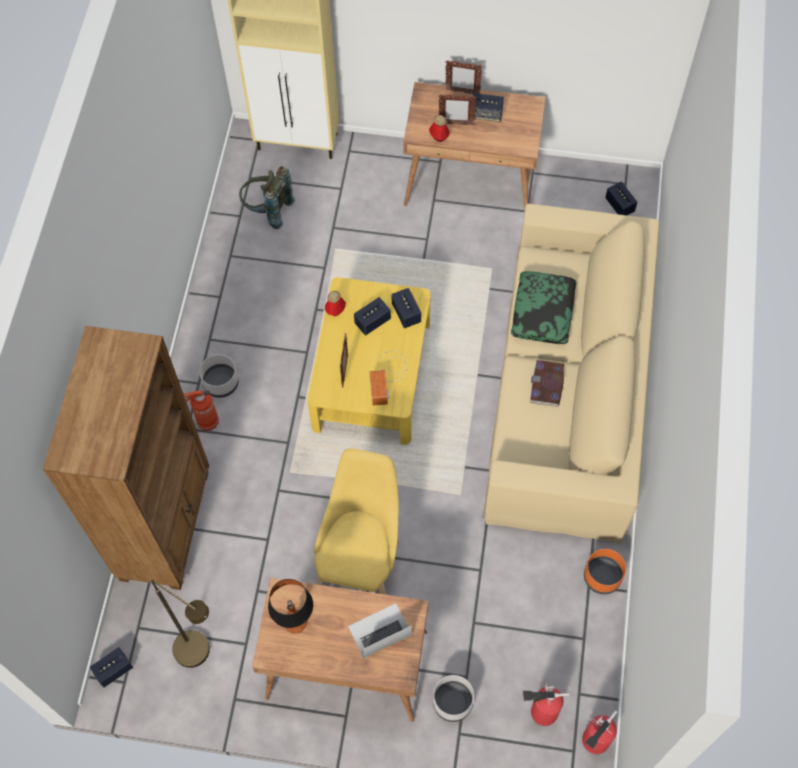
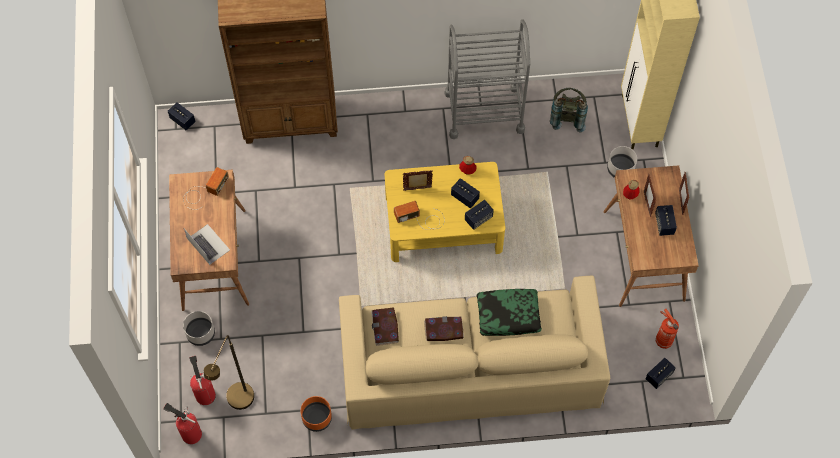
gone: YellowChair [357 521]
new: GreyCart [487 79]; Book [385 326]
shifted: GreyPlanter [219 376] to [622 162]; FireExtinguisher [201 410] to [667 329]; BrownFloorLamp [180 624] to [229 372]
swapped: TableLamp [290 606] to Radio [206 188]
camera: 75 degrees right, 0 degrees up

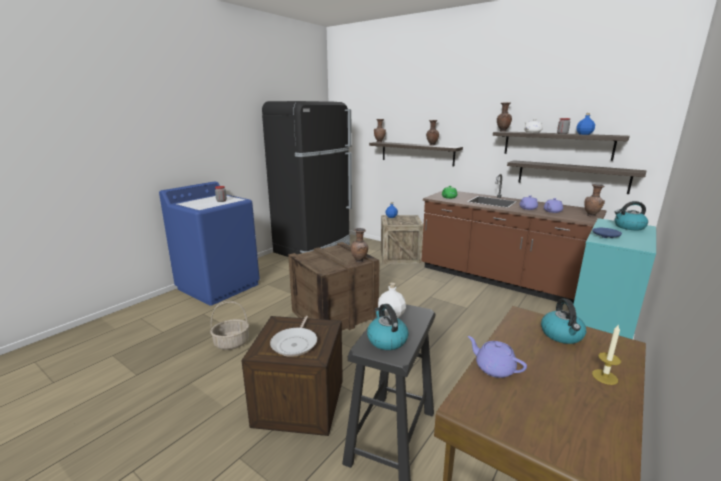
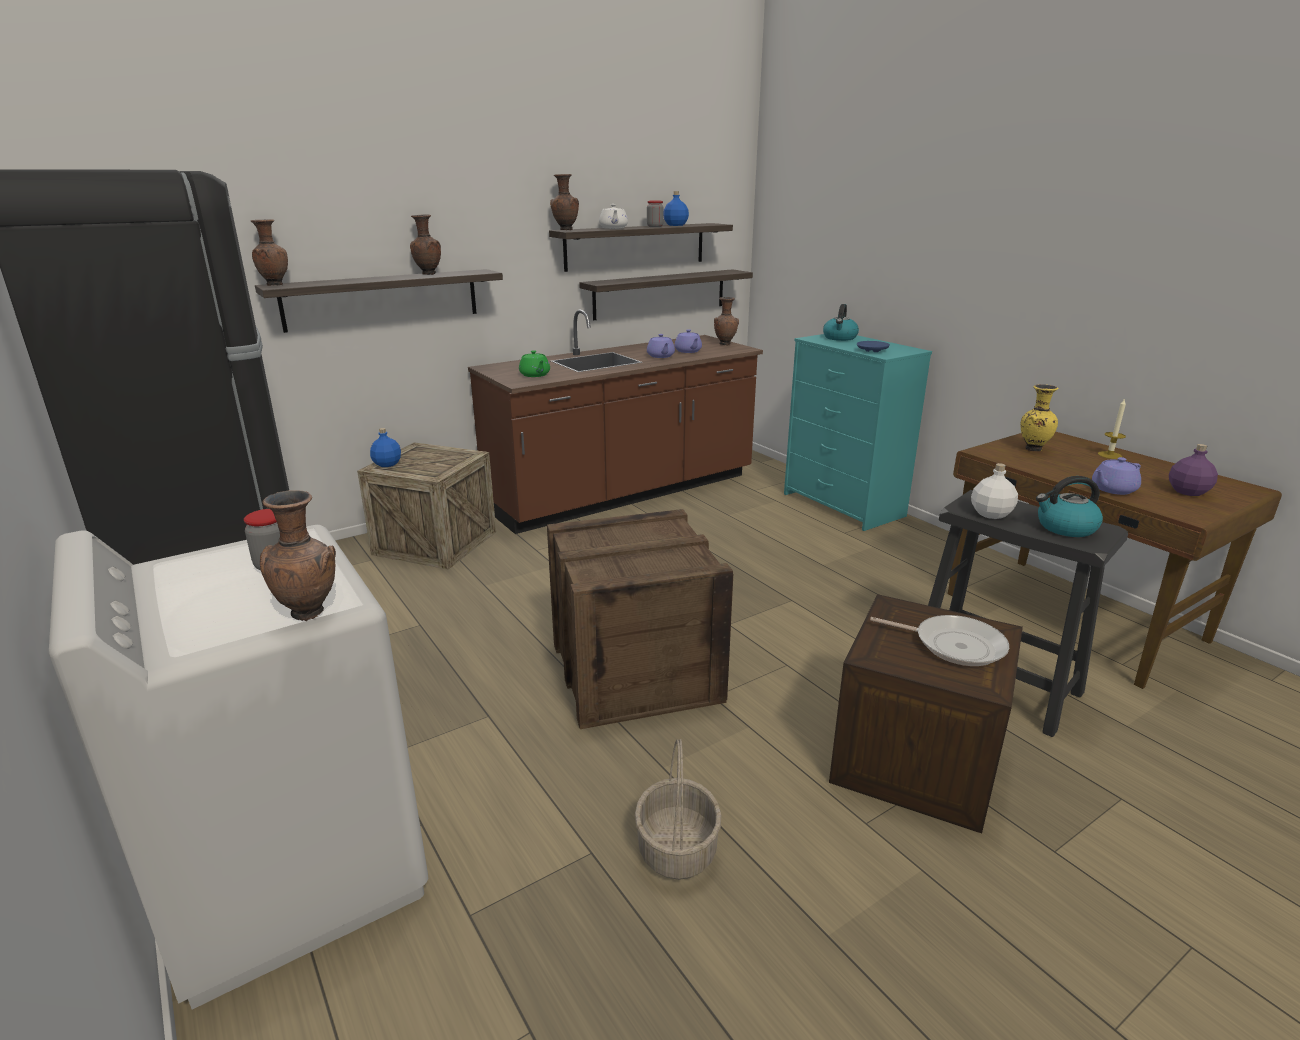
new: PurpleBottle [1193 470]
shifted: BrownVase [359 245] to [298 555]
swapped: Kettle [563 321] to YellowVase [1040 417]
repainted: BlueWashingMachine [209 244] to WhiteWashingMachine [238 767]
camera: 70 degrees left, 5 degrees up

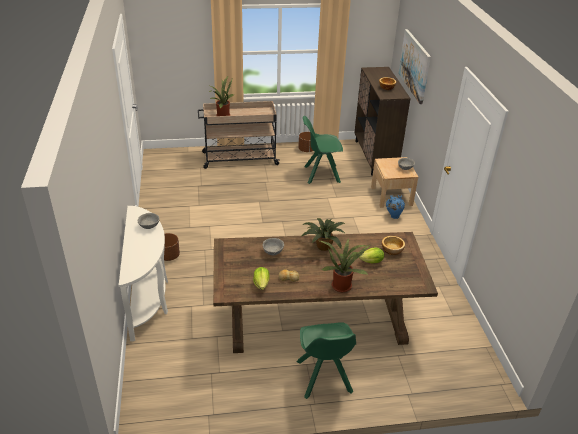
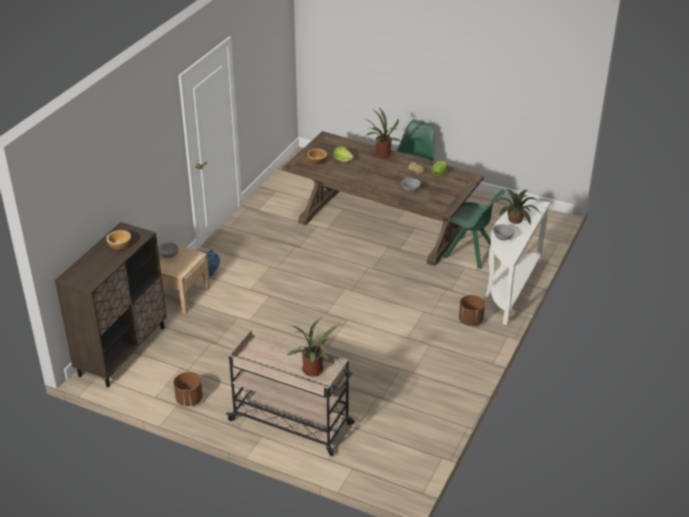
gone: Picture [415 66]
shifted: GreenChair [323 150] to [474 229]; PottedPlant [323 234] to [518 207]
camera: 145 degrees left, 0 degrees up

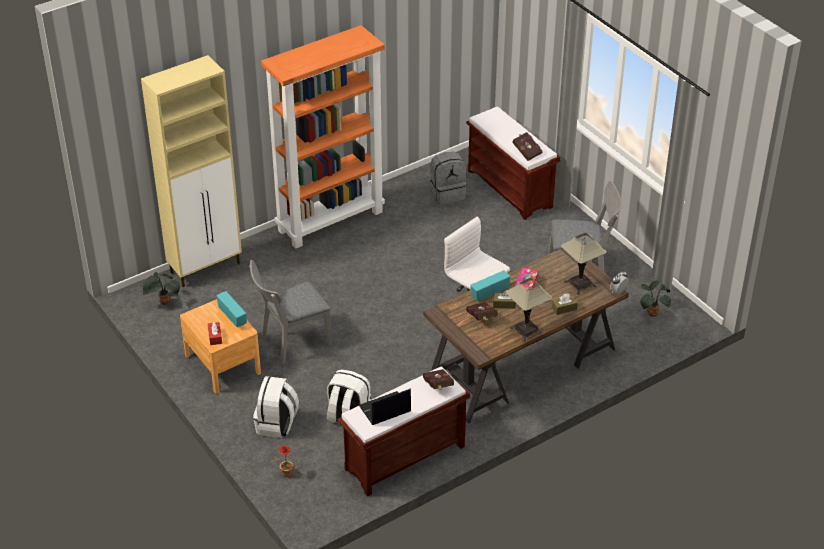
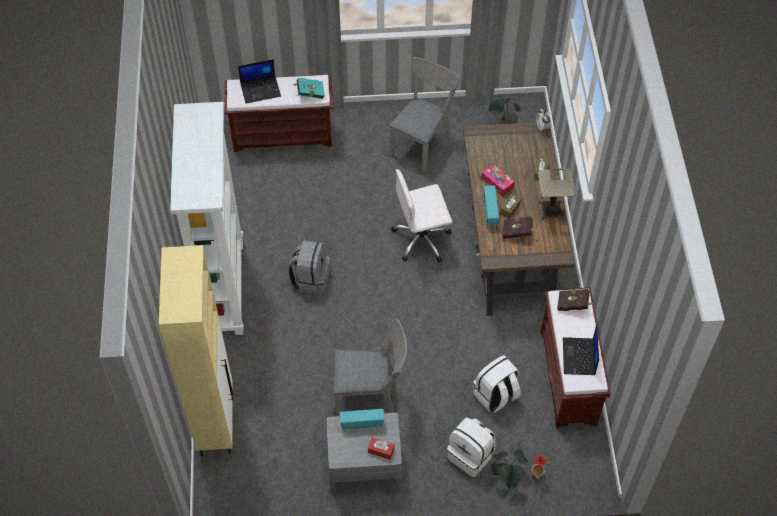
gone: TableLamp [584 264]
new: Laptop [259 81]
shifted: GreyBackpack [448 178] to [309 267]; PottedPlant [161 288] to [509 469]
repainted: OrangeBookcase [323 137] to WhiteBookcase [207 218]; RedBook [527 146] to TurquoiseBook [308 88]; BrownNightstand [220 346] to GreyNightstand [364 453]
rotated: GreyChair [291 312] = [370 367] 90 degrees counterclockwise
camera: 60 degrees left, 15 degrees up

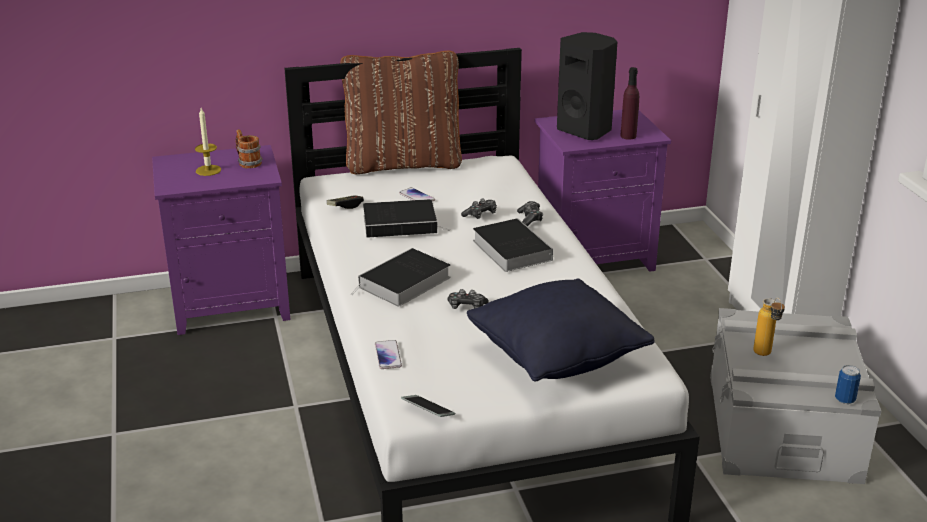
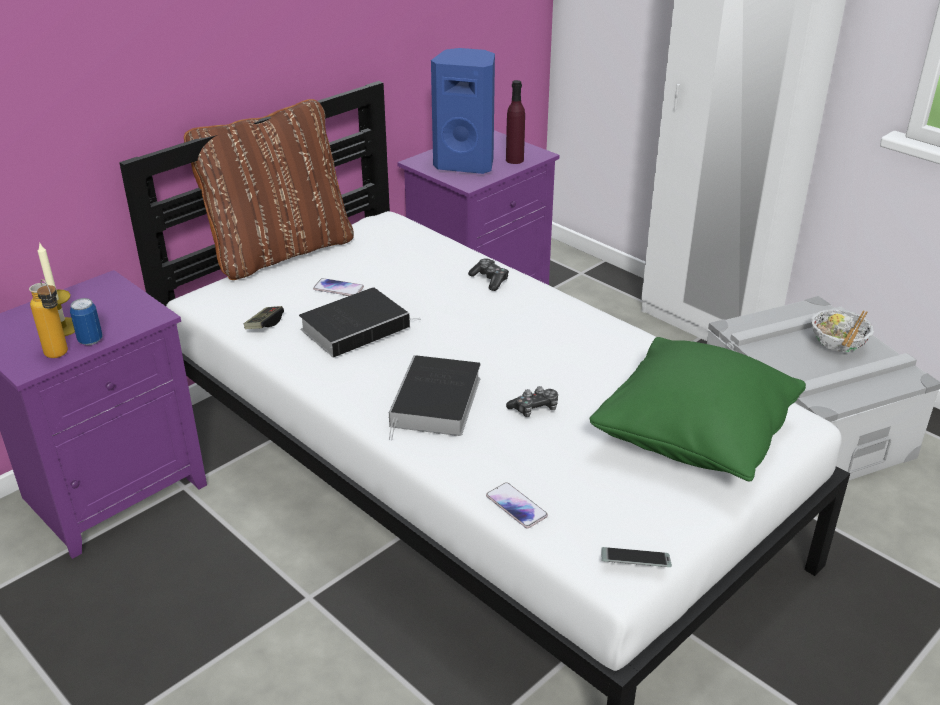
gone: Mug [249 148]; GameController [479 209]; Book [513 245]
new: Bowl [842 330]
shifted: Bottle [769 327] to [48 318]; Can [848 384] to [86 321]
repainted: BlackSpeaker [587 86] to BlueSpeaker [463 111]; BlackPillow [561 330] to GreenPillow [698 409]
camera: 30 degrees left, 5 degrees up

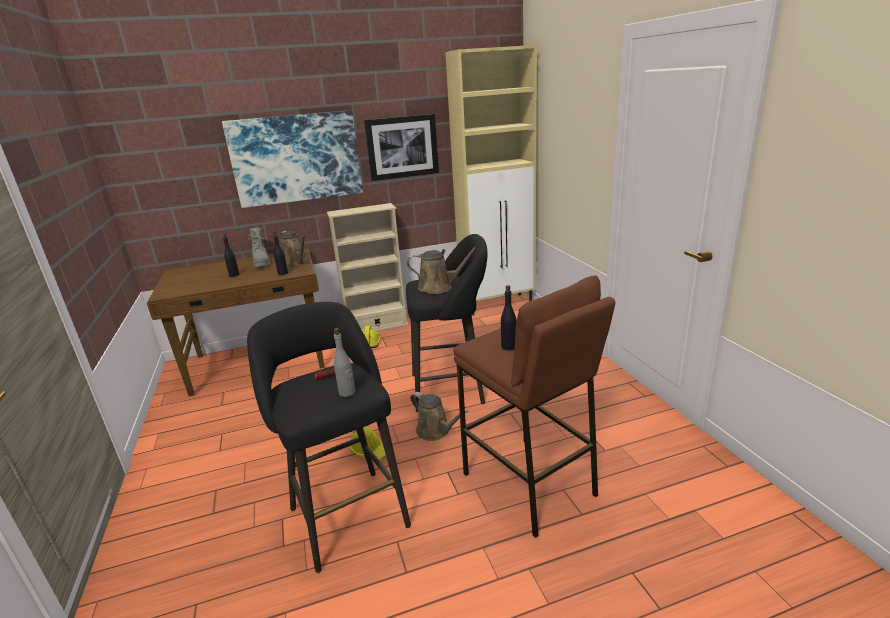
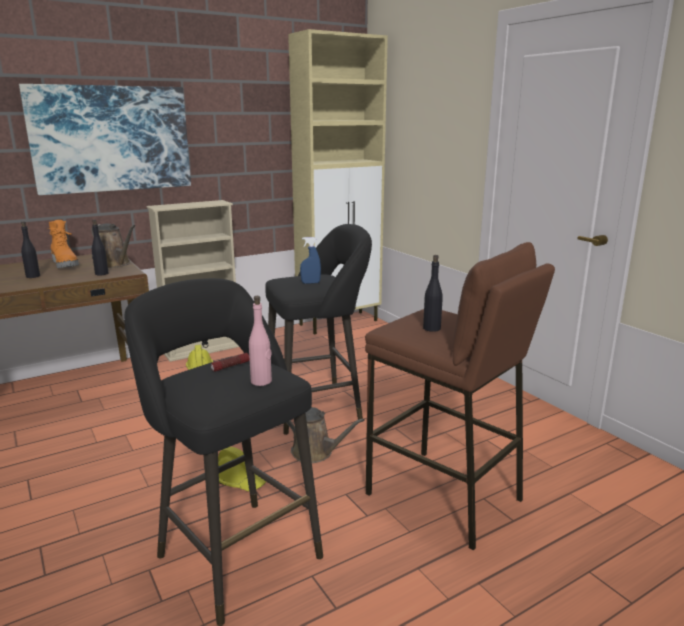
gone: Picture [401 147]
swapped: BrownWateringCan [441 270] to BlueSprayBottle [310 260]
repainted: GreyBoot [260 247] to OrangeBoot [63 244]; GreyBottle [344 362] to PinkBottle [260 341]
camera: 15 degrees left, 5 degrees down

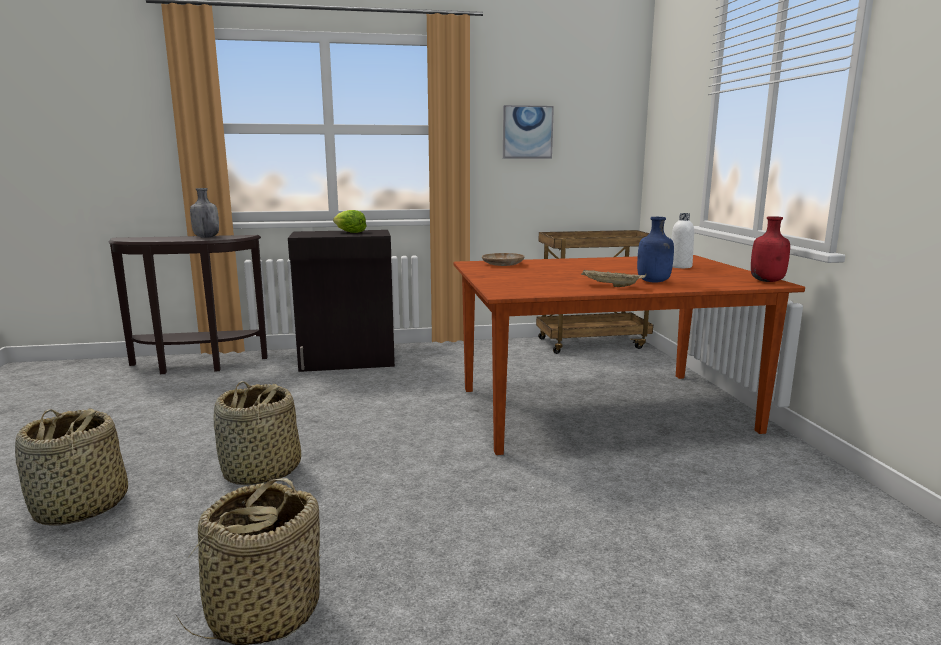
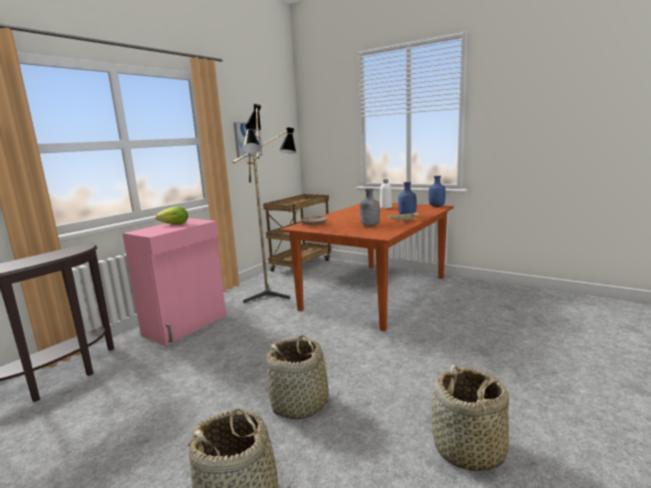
new: FloorLamp [264 203]
shifted: GreyBottle [204 213] to [370 207]
repainted: RedBottle [770 249] to BlueBottle [437 191]; BlackCabinet [341 301] to PinkCabinet [174 281]
camera: 45 degrees left, 0 degrees up

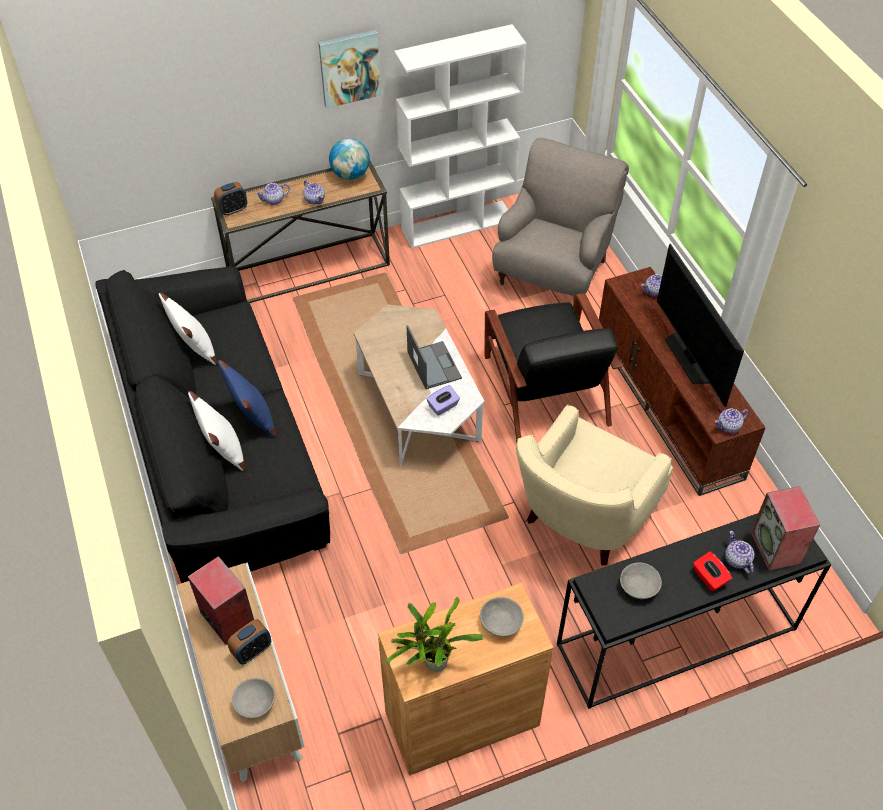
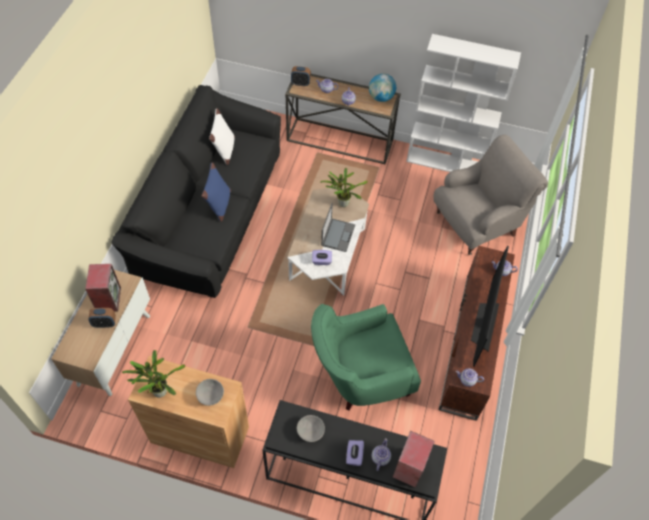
gone: Picture [350 69]; BlackArmchair [553 367]; WhitePillow [217 431]; GreyBowl [253 698]
new: PottedPlant [344 187]
repainted: BeigeArmchair [594 484] to GreenArmchair [366 357]; RedTissueBox [712 571] to PurpleTissueBox [355 453]
camera: 35 degrees right, 5 degrees up

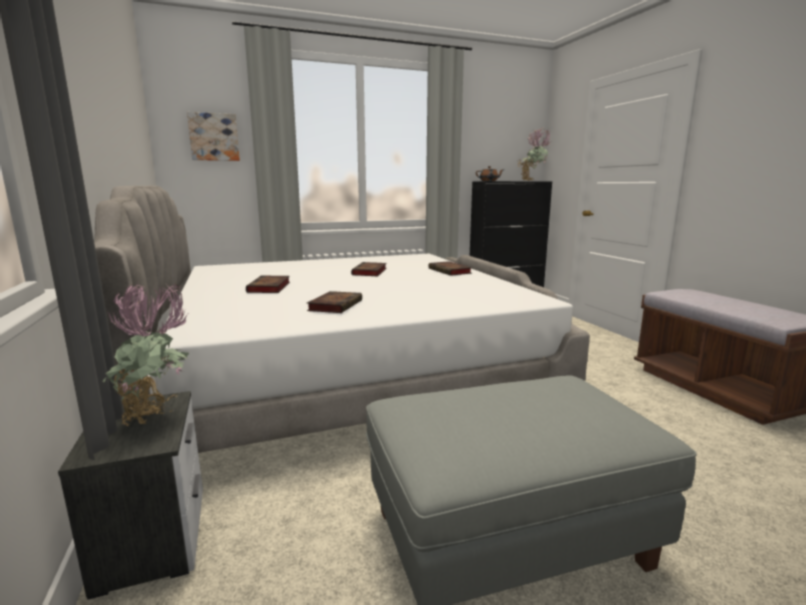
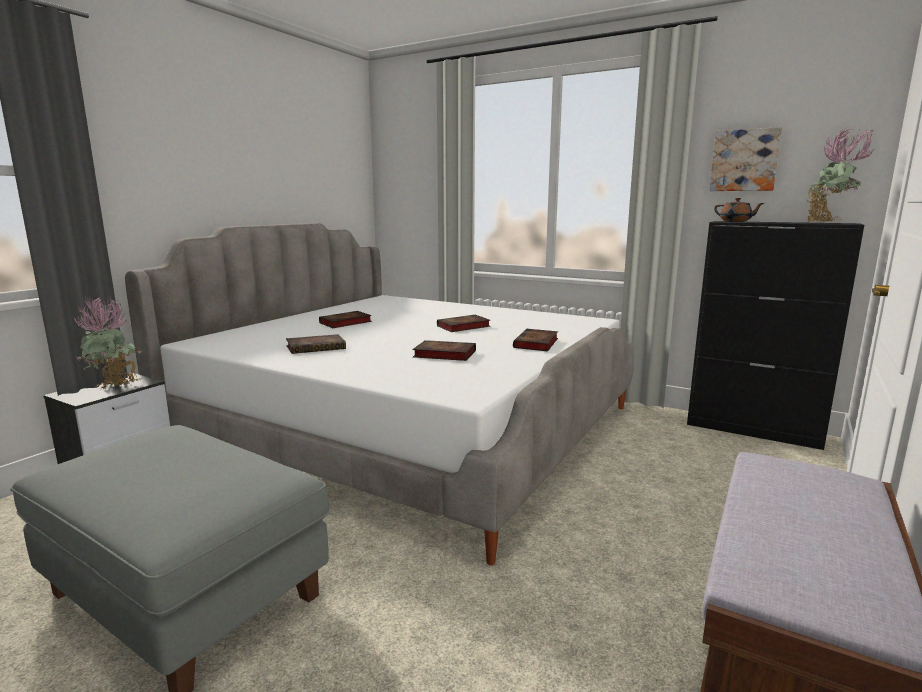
new: Book [444 350]
shifted: Picture [213 136] to [745 159]
camera: 50 degrees right, 0 degrees up

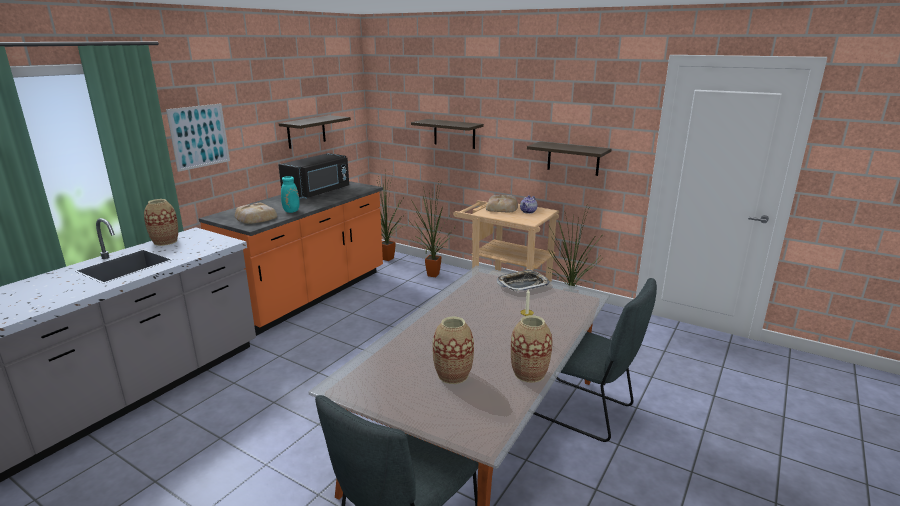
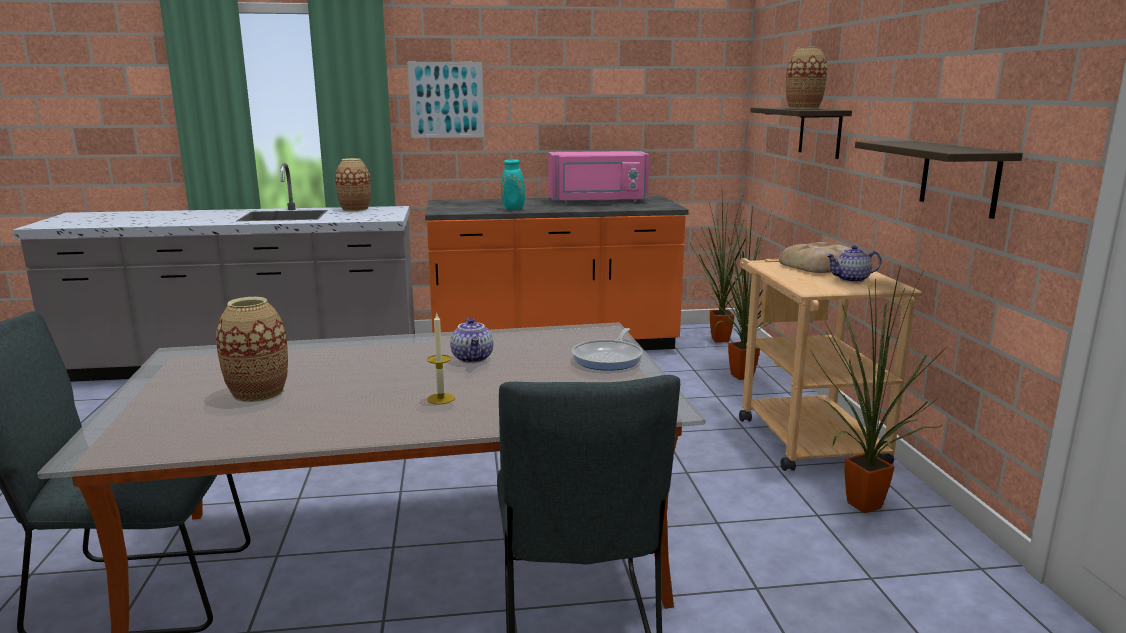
gone: Shelf [315 132]; Bread [256 213]
new: Teapot [471 340]
shifted: Vase [532 349] to [806 78]
swapped: Tray [523 280] to FryingPan [607 349]
repainted: BlackMicrowave [313 176] to PinkMicrowave [598 177]
camera: 50 degrees right, 5 degrees down

